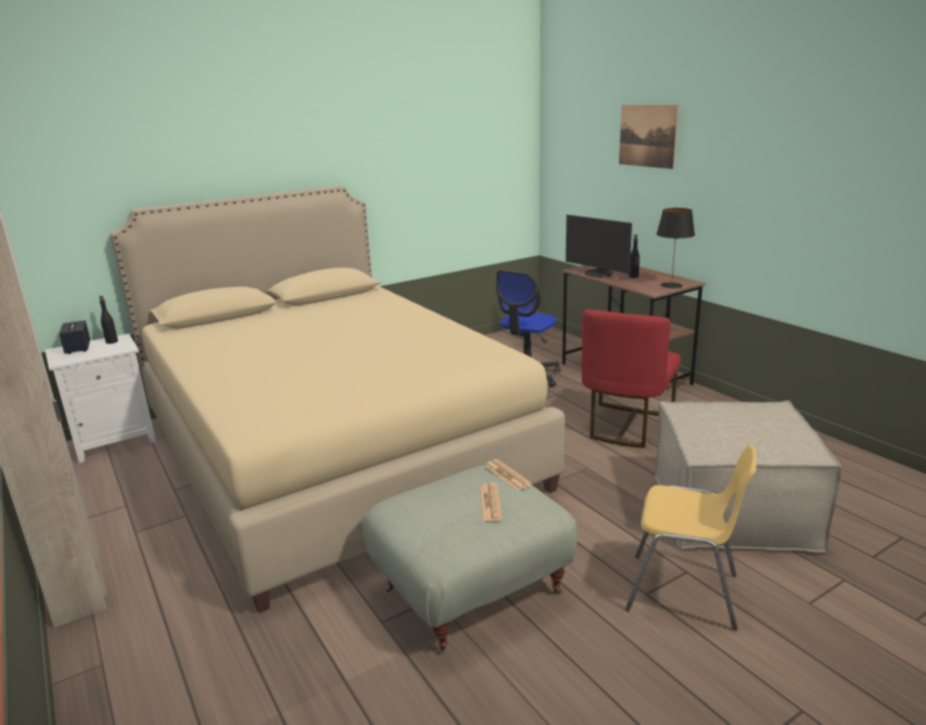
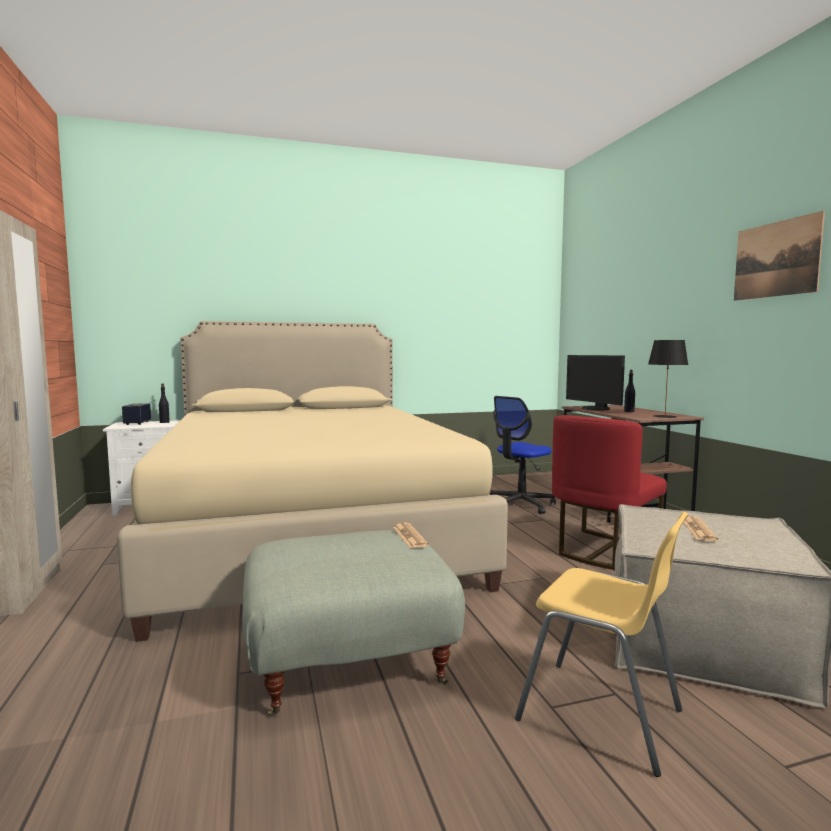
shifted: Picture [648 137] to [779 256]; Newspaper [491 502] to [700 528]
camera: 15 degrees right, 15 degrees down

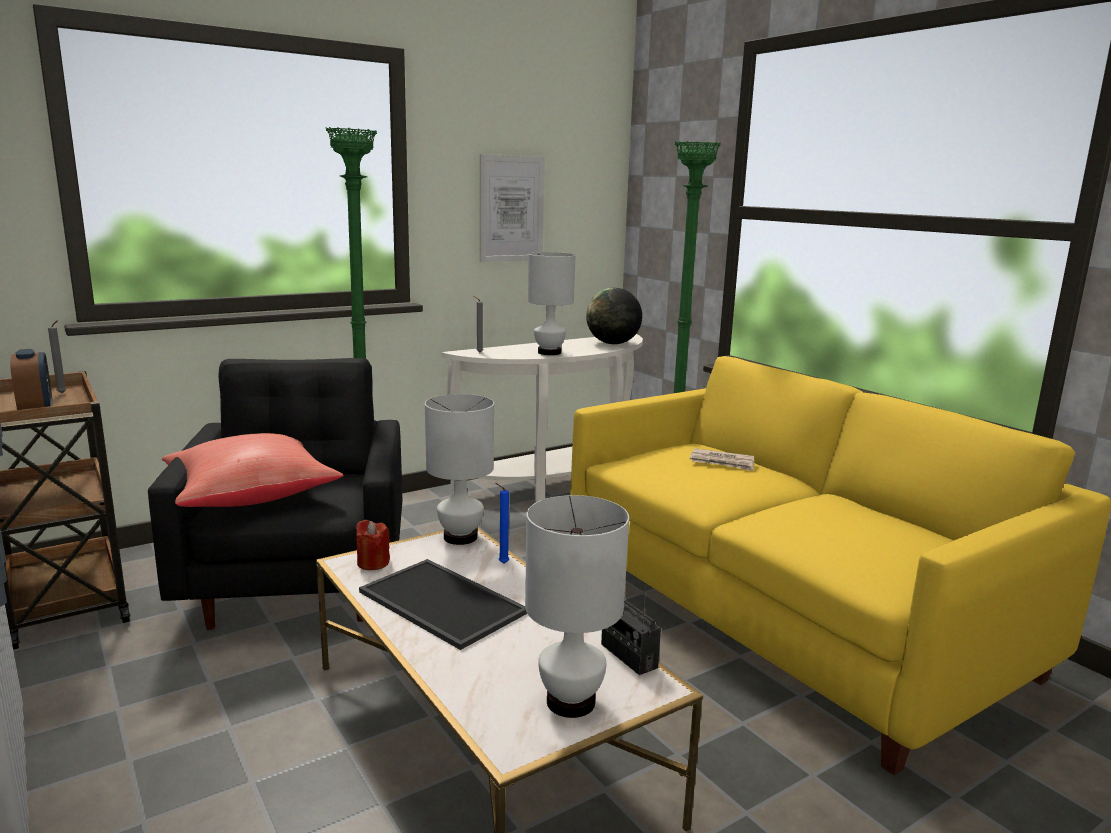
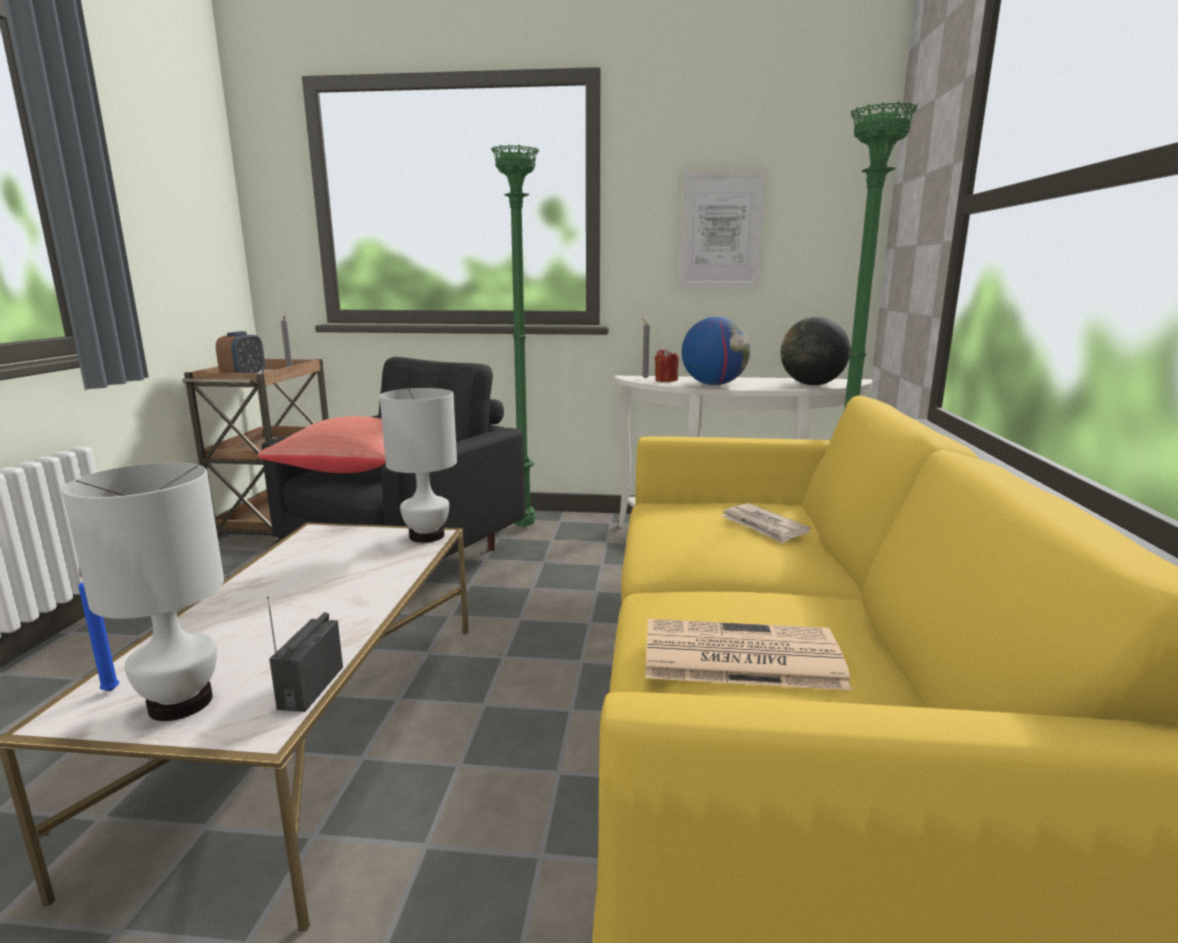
gone: Tray [443 604]
new: Newspaper [748 654]
shifted: BlueCandle [502 523] to [98 629]; RedCandle [373 545] to [666 365]
swapped: WhiteTableLamp [552 303] to Globe [716 350]
camera: 40 degrees right, 0 degrees up

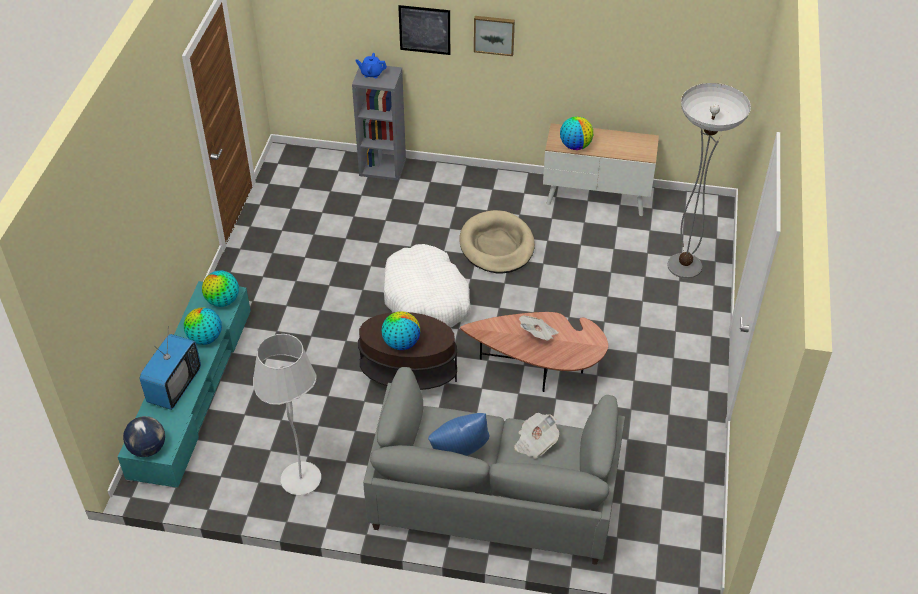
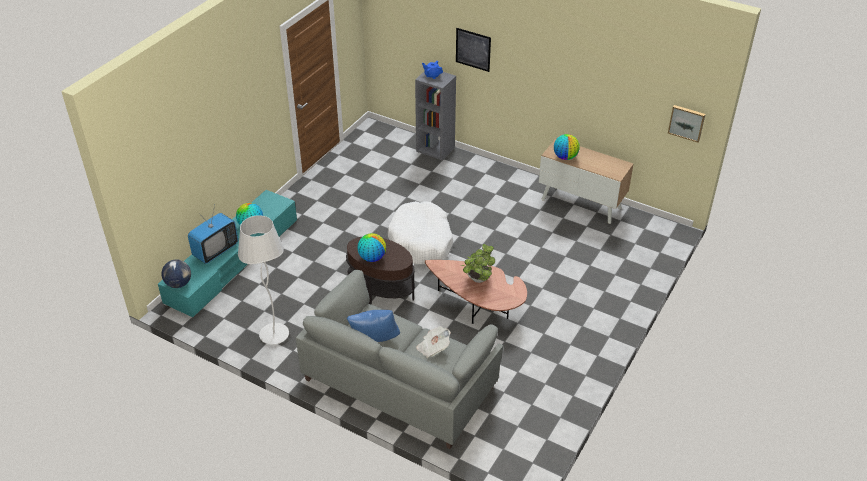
gone: FloorLamp [709 181]; BeigeDogBed [497 241]; Globe [220 288]
shifted: Picture [494 36] to [686 124]
swapped: Newspaper [539 328] to PottedPlant [477 263]
camera: 20 degrees right, 5 degrees down

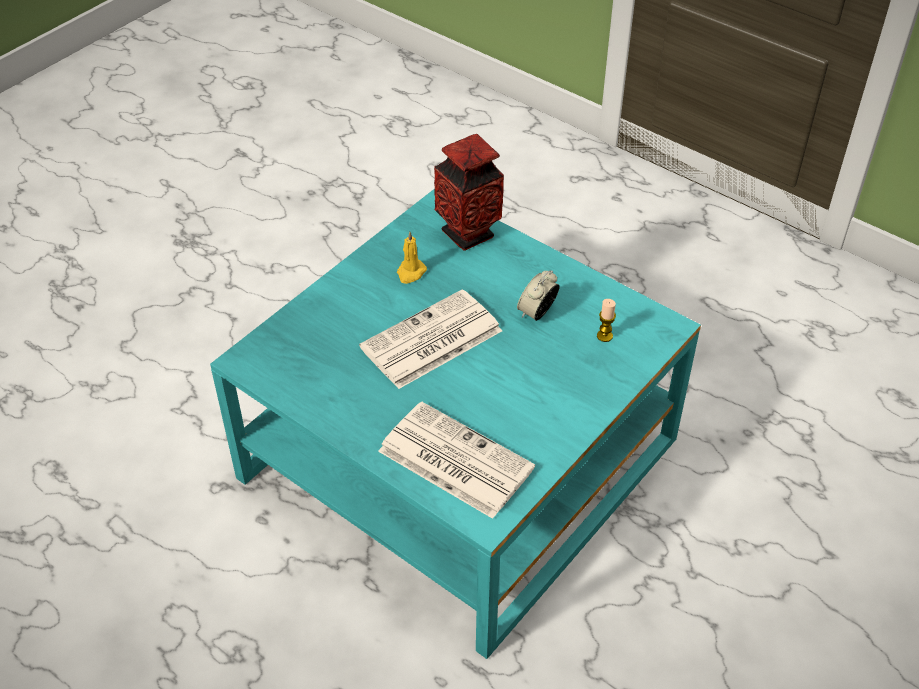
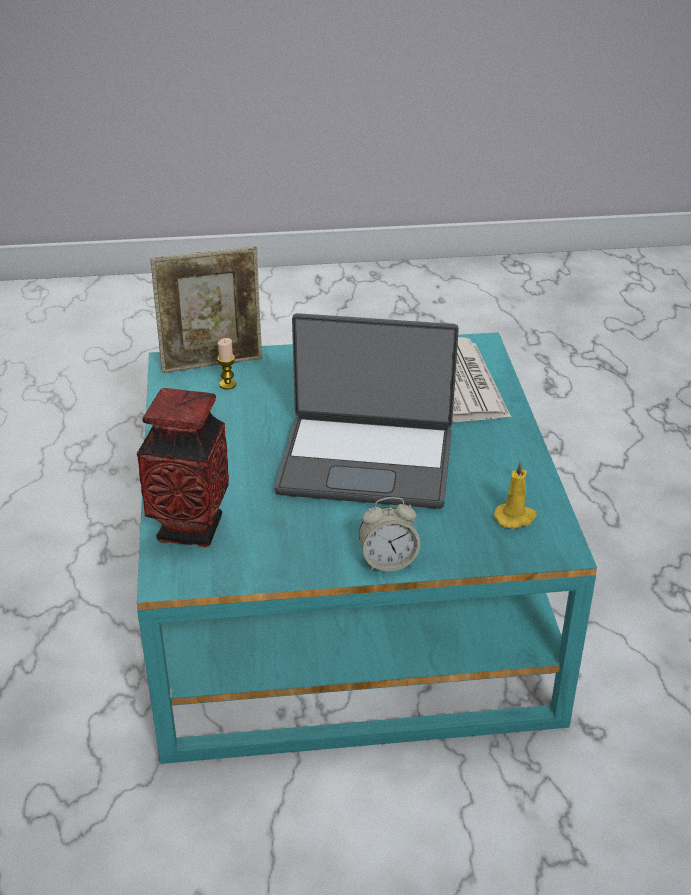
new: PictureFrame [206 310]
shifted: YellowCandle [412 257] to [515 495]; AlarmClock [538 295] to [390 534]
swapped: Newspaper [430 339] to Laptop [366 411]
camera: 135 degrees left, 10 degrees down

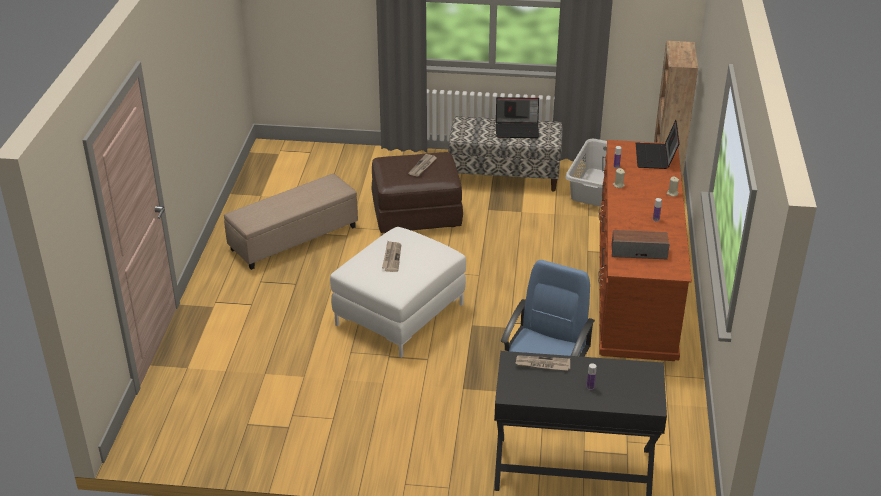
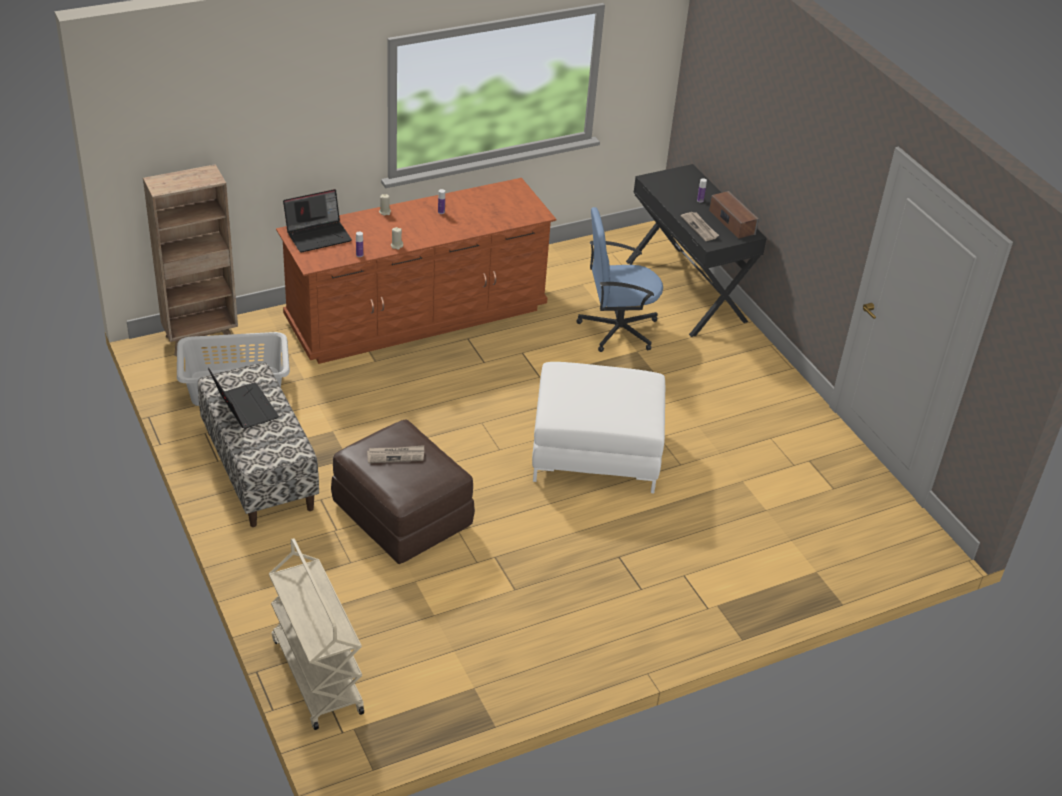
gone: BeigeOttoman [291 222]; Newspaper [391 256]
new: BeigeCart [316 634]
shifted: Speaker [641 244] to [734 215]
camera: 125 degrees left, 5 degrees up

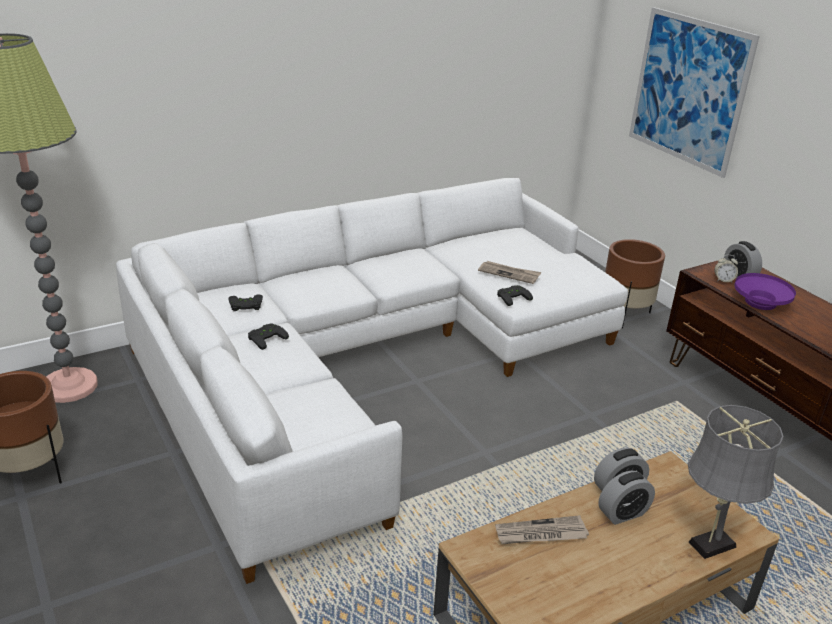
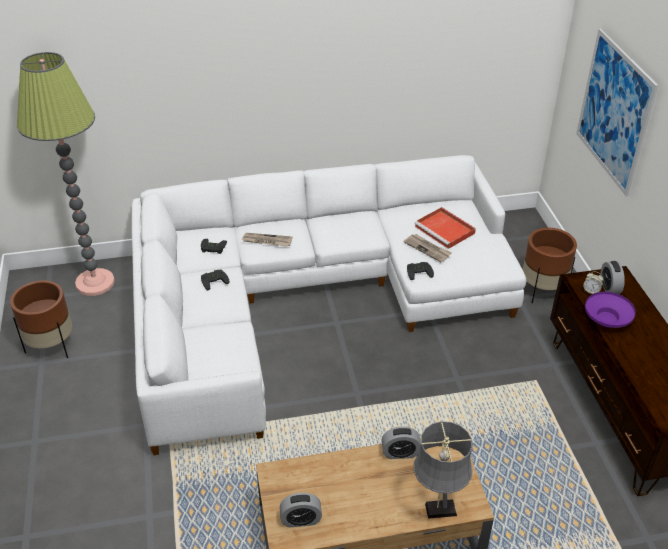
new: RedTray [445 228]
shifted: AlarmClock [626 498] to [301 510]; Newspaper [542 529] to [267 240]
camera: 20 degrees right, 10 degrees up

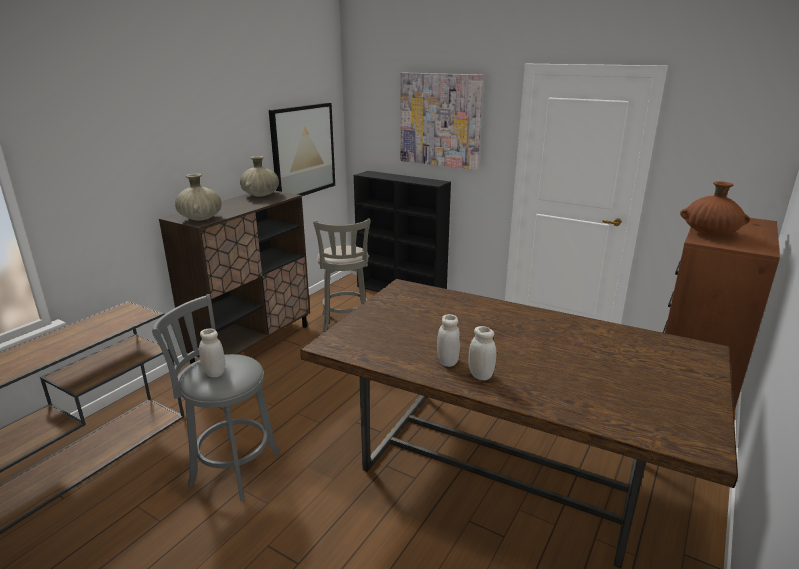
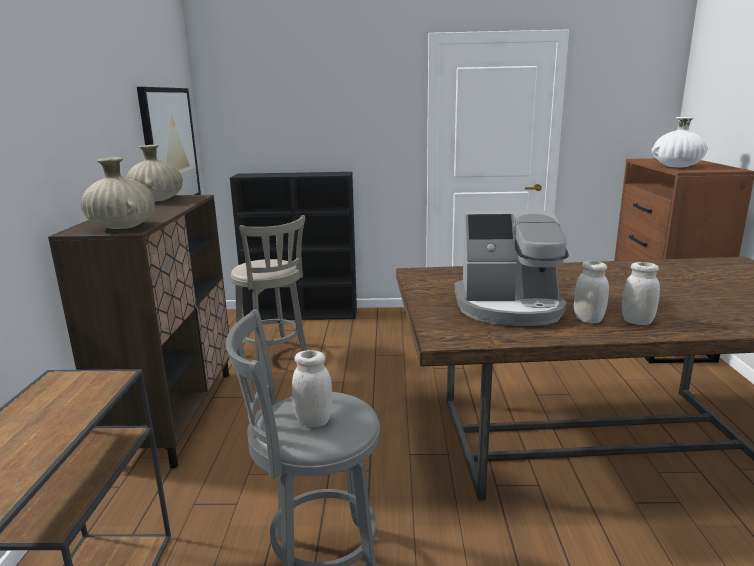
gone: Picture [442 121]
new: CoffeeMachine [511 268]
repainted: BrownVase [715 208] to WhiteVase [679 142]
camera: 30 degrees left, 5 degrees down

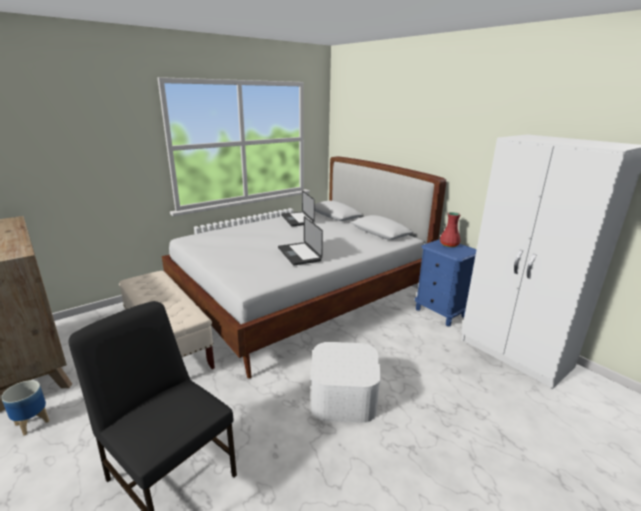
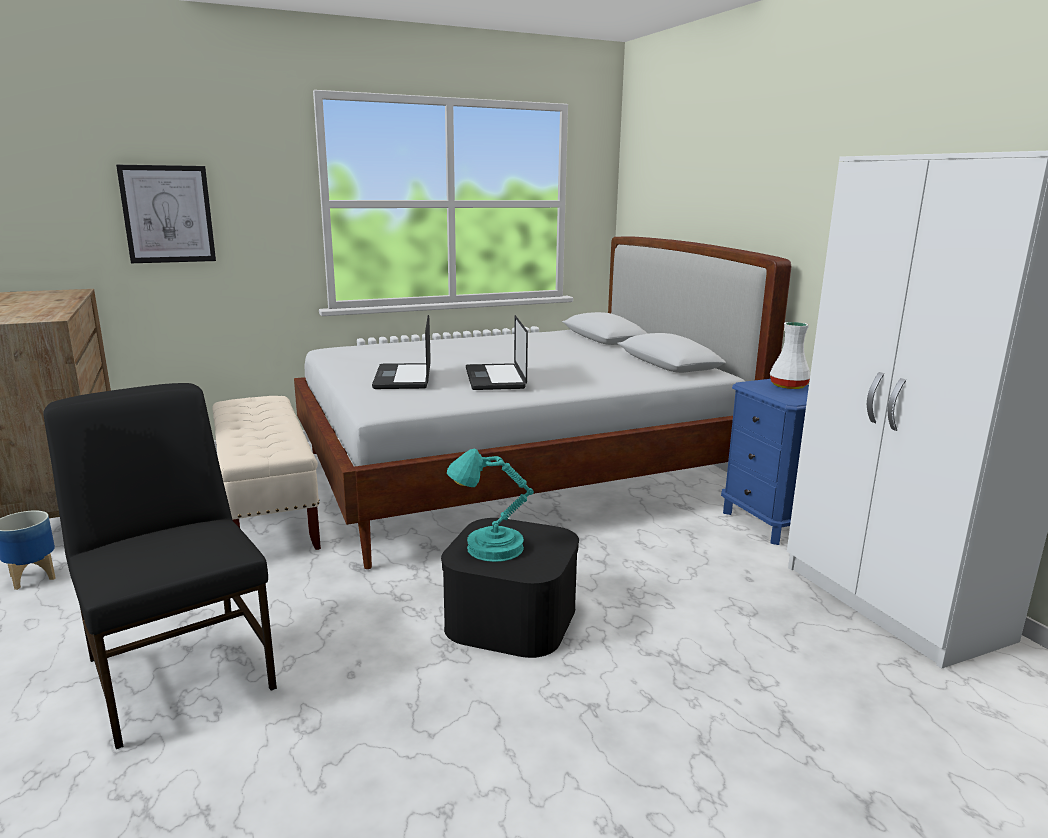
new: Picture [166 214]; TurquoiseTableLamp [490 505]
shifted: Laptop [298 208] to [401 352]
repainted: RedVase [450 229] to WhiteVase [790 355]; WhiteStorageBox [346 382] to BlackStorageBox [510 588]
camera: 15 degrees right, 5 degrees down

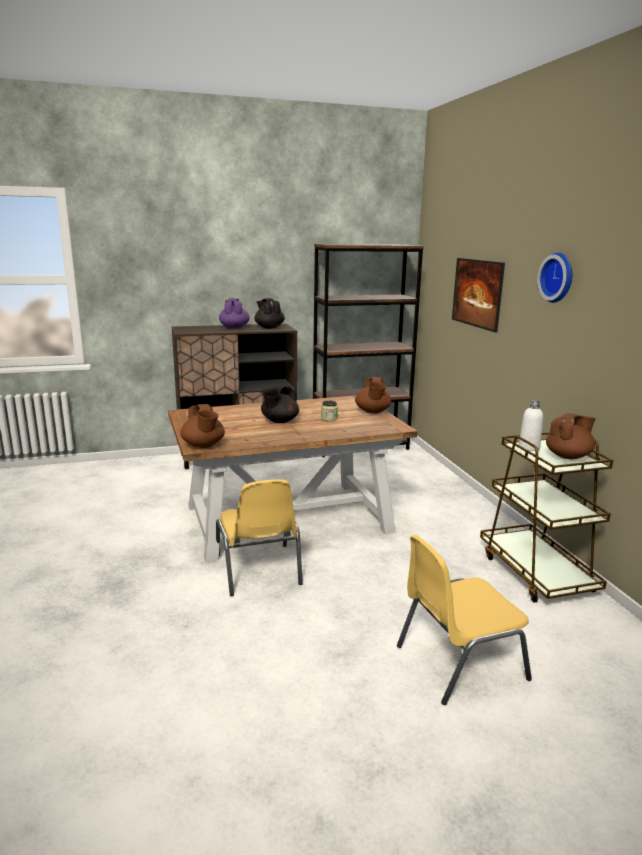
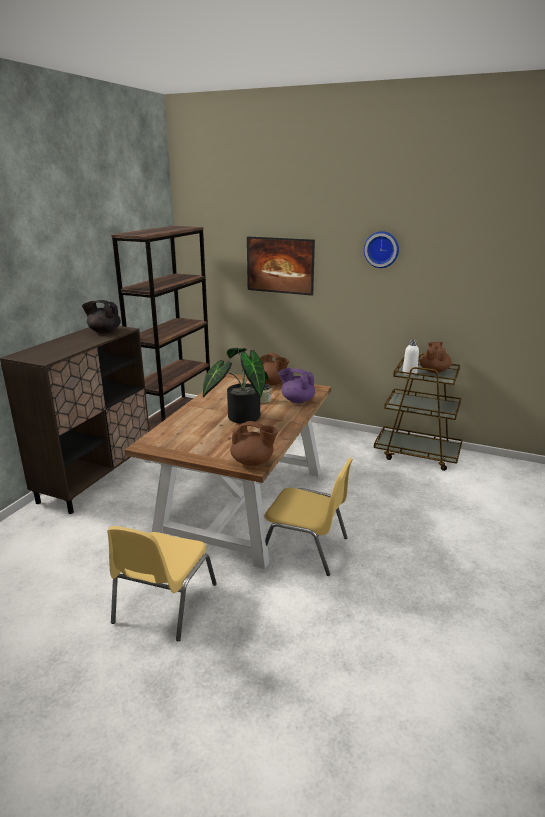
shifted: PurpleTeapot [234 313] to [297 385]; YellowChair [464 620] to [162 583]
swapped: BlackTeapot [280 403] to PottedPlant [236 386]
camera: 50 degrees left, 5 degrees up

